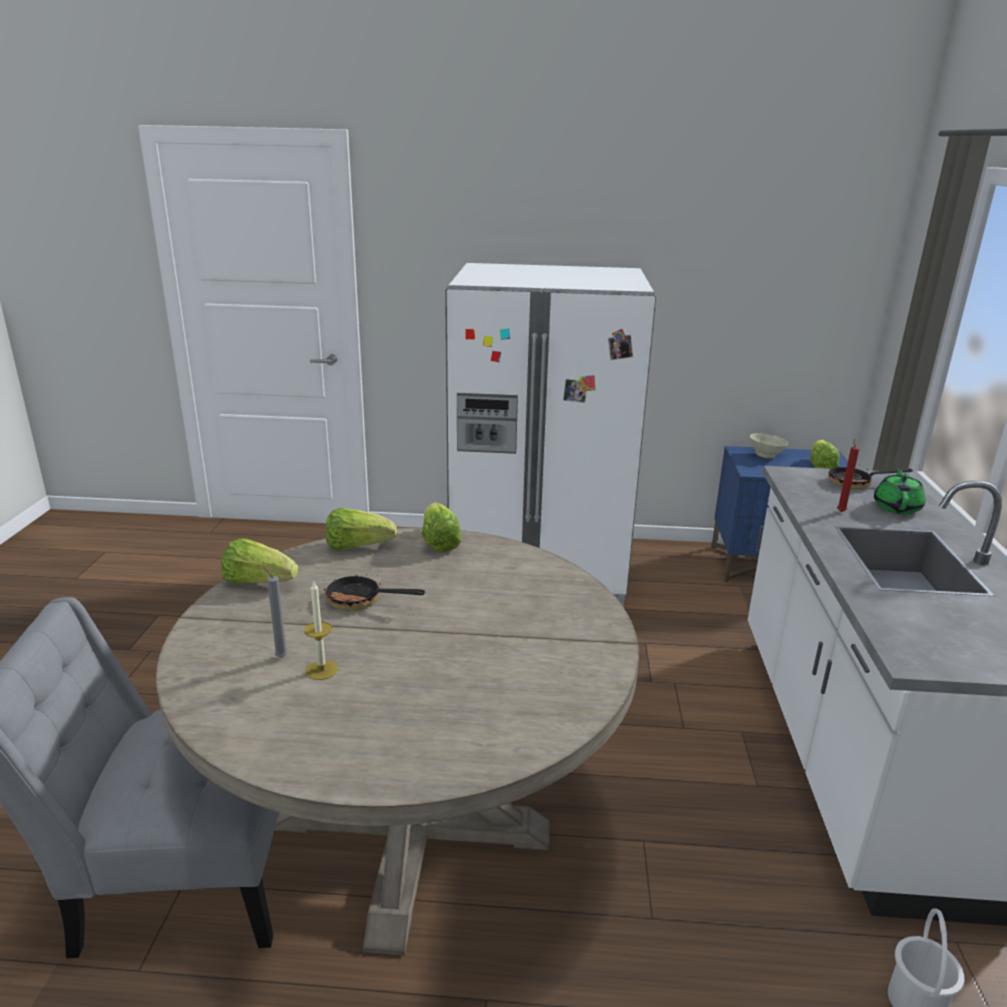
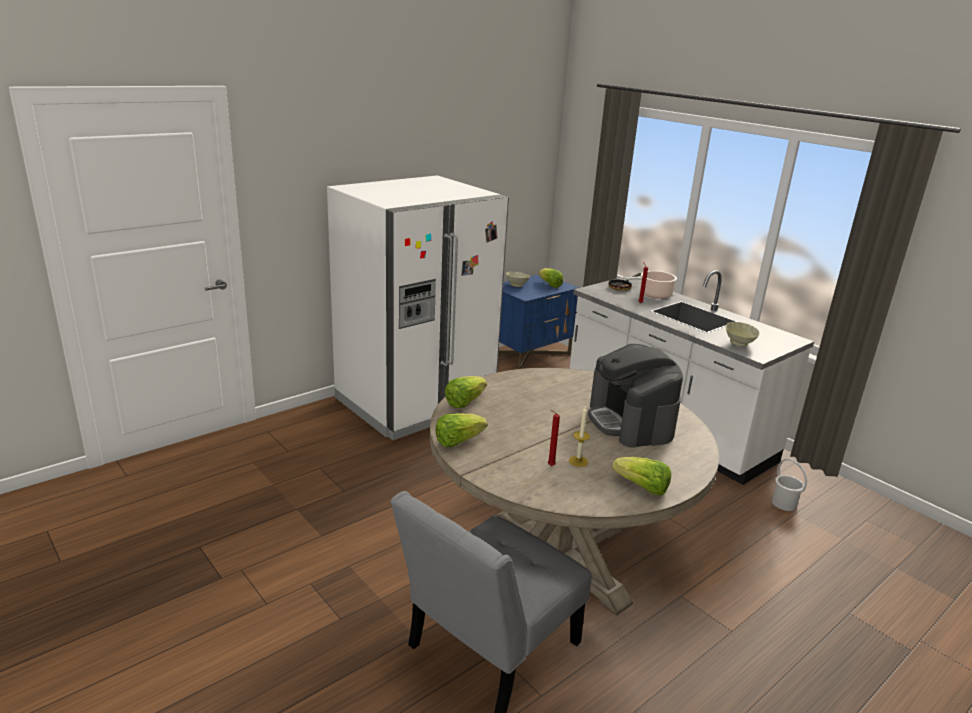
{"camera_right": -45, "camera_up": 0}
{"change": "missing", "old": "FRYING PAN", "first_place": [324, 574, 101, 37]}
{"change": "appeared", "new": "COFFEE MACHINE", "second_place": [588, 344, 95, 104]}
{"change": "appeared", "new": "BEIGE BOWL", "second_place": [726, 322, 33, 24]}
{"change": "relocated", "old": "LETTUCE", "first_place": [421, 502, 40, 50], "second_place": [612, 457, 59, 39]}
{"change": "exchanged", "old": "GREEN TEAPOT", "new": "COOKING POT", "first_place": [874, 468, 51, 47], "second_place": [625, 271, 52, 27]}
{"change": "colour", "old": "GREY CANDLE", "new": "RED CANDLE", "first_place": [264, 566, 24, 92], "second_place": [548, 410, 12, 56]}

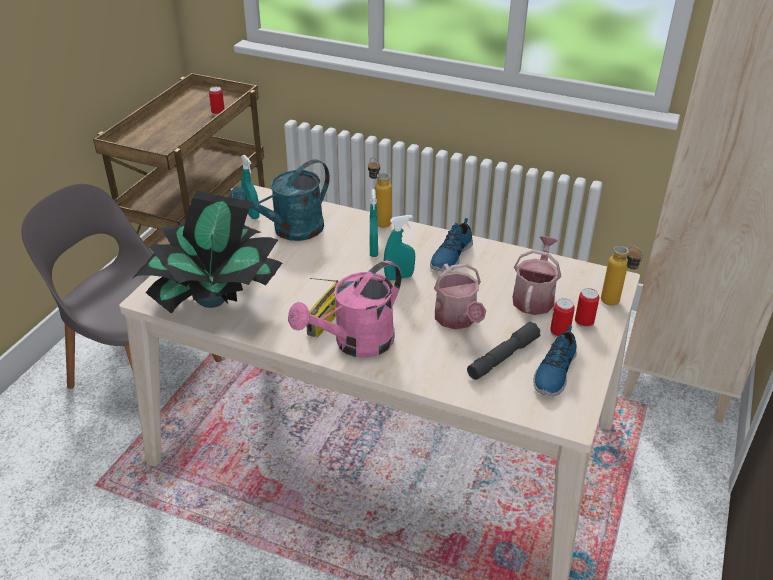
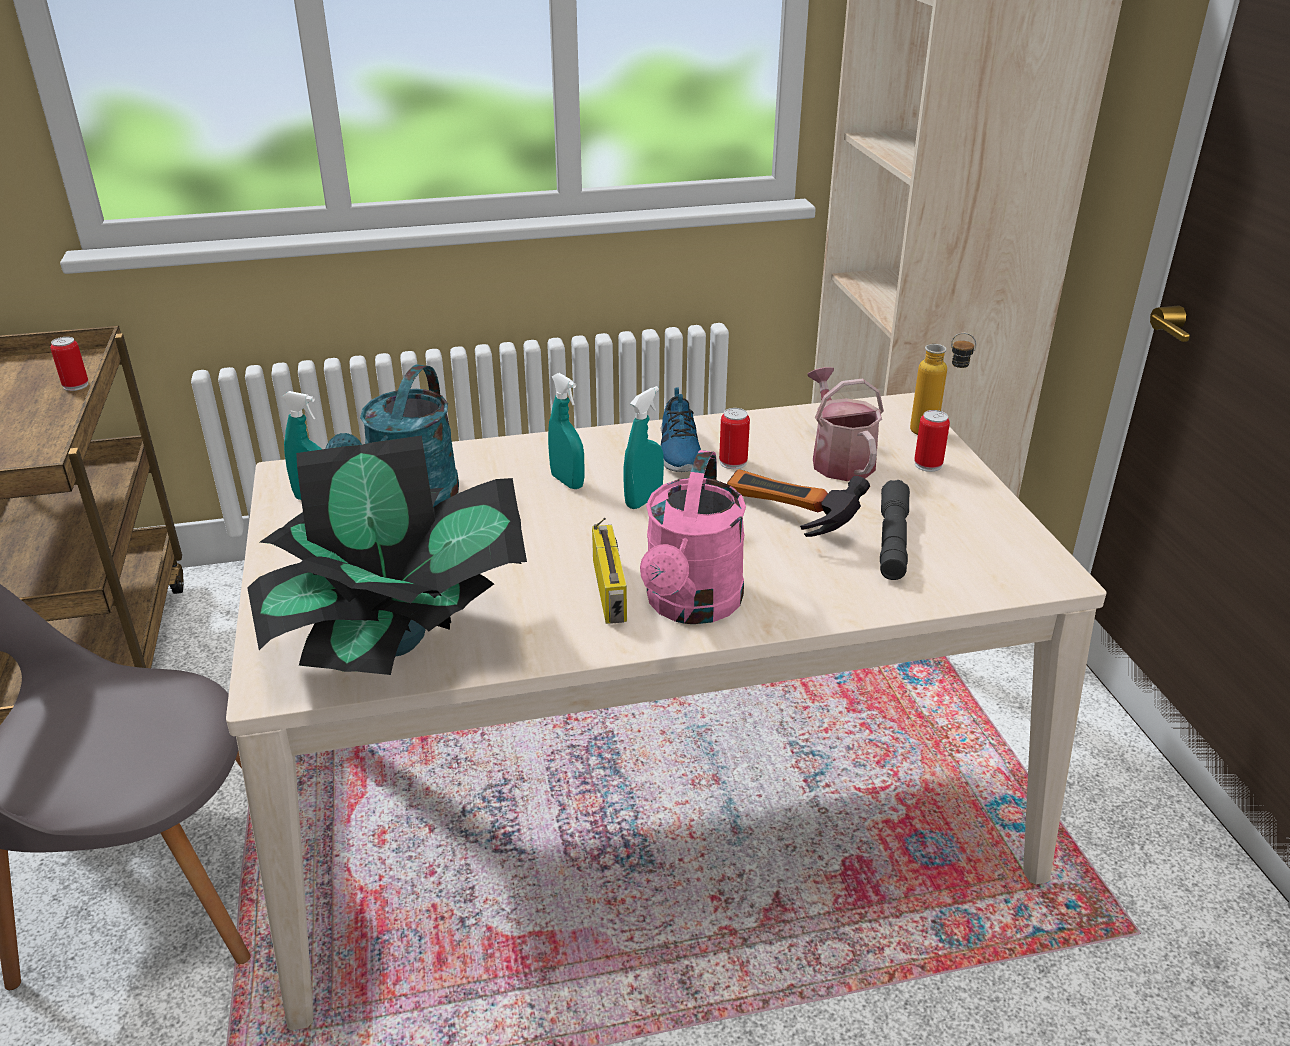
{"camera_right": -35, "camera_up": -5}
{"change": "missing", "old": "BOTTLE", "first_place": [368, 157, 24, 71]}
{"change": "missing", "old": "SHOE", "first_place": [533, 325, 44, 71]}
{"change": "relocated", "old": "CAN", "first_place": [550, 298, 25, 40], "second_place": [719, 408, 31, 61]}
{"change": "exchanged", "old": "WATERING CAN", "new": "HAMMER", "first_place": [434, 263, 52, 67], "second_place": [727, 469, 143, 68]}

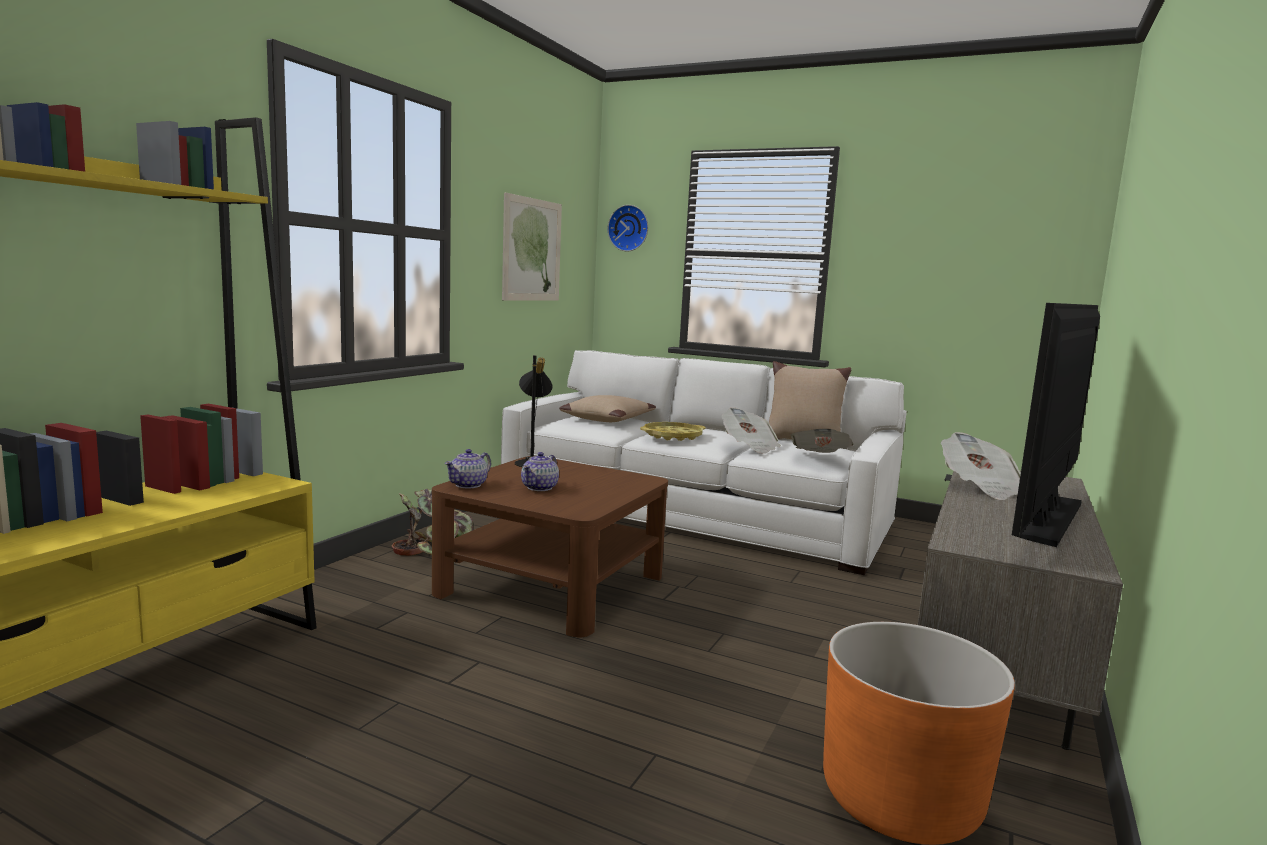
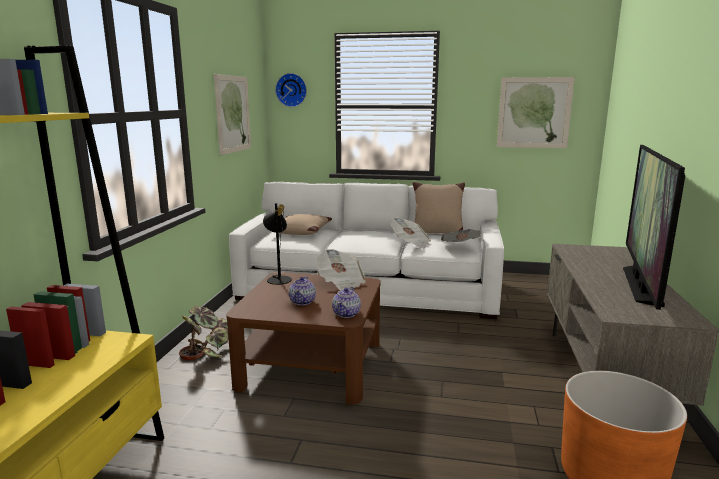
{"camera_right": -15, "camera_up": 5}
{"change": "missing", "old": "YELLOW TRAY", "first_place": [640, 422, 66, 19]}
{"change": "appeared", "new": "PICTURE", "second_place": [497, 77, 78, 71]}
{"change": "relocated", "old": "TEAPOT", "first_place": [445, 449, 46, 39], "second_place": [332, 287, 29, 31]}
{"change": "relocated", "old": "NEWSPAPER", "first_place": [941, 432, 80, 68], "second_place": [316, 249, 50, 41]}

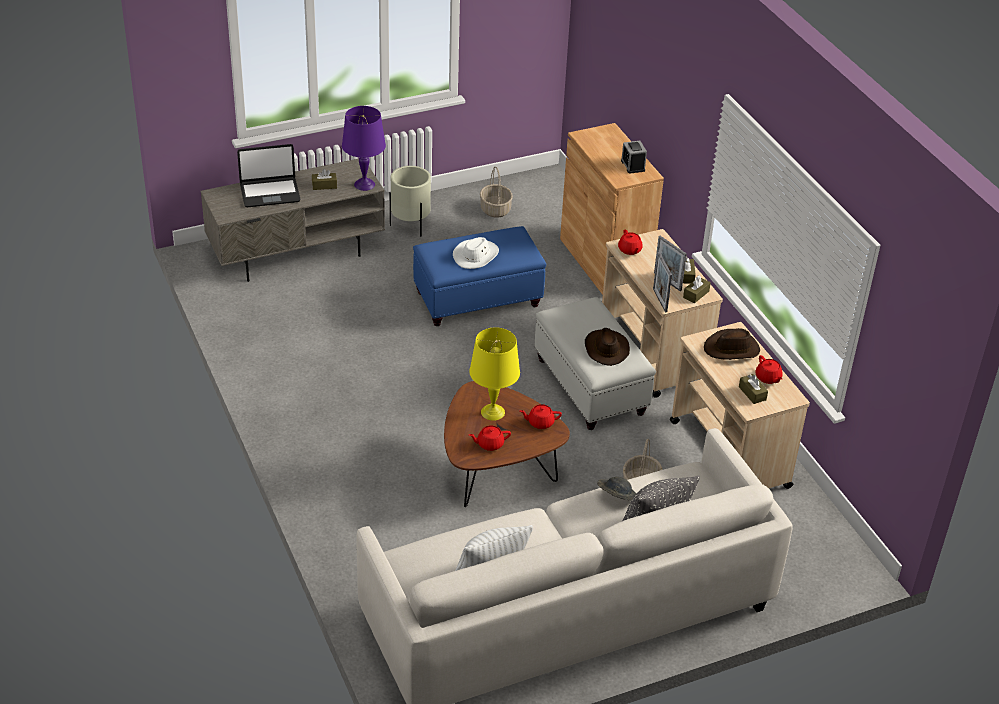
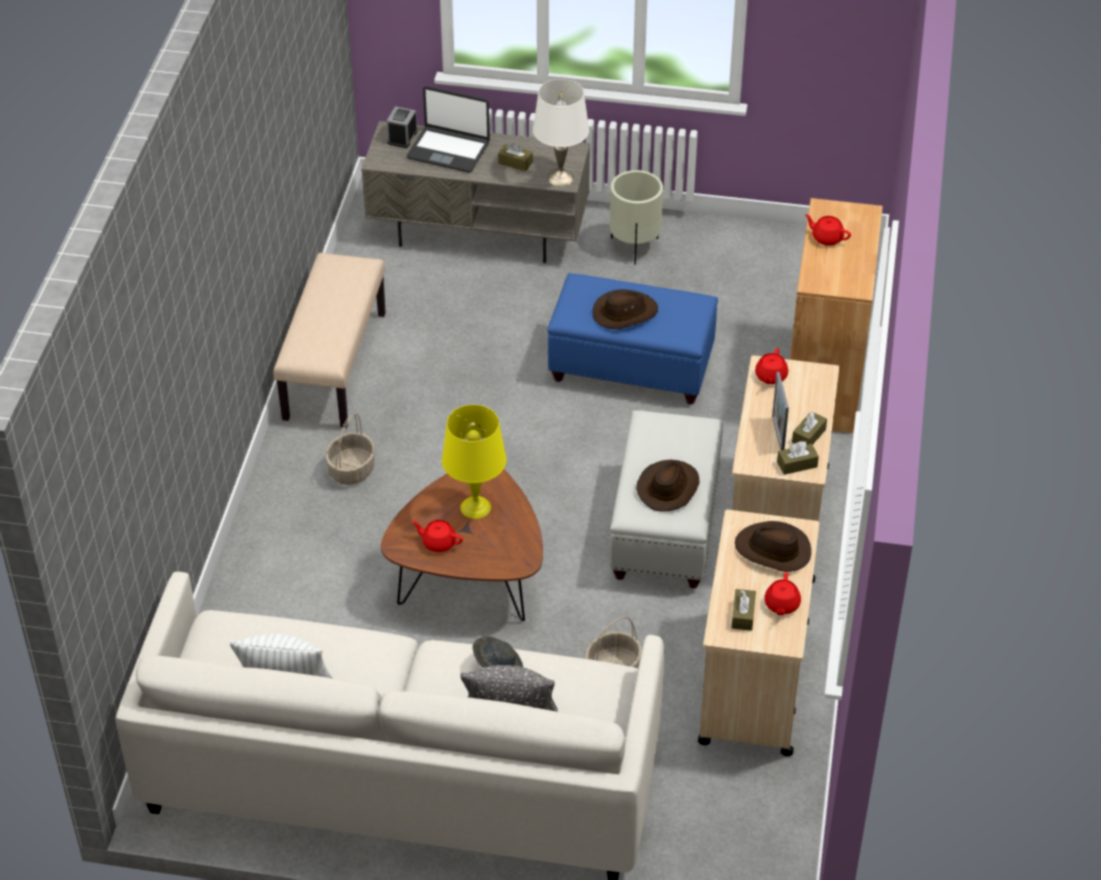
{"camera_right": 35, "camera_up": 5}
{"change": "missing", "old": "PICTURE FRAME", "first_place": [653, 252, 19, 60]}
{"change": "appeared", "new": "BEIGE BENCH", "second_place": [273, 253, 113, 175]}
{"change": "relocated", "old": "BASKET", "first_place": [480, 167, 33, 51], "second_place": [325, 413, 50, 72]}
{"change": "relocated", "old": "RED TEAPOT", "first_place": [519, 404, 43, 25], "second_place": [805, 214, 46, 32]}
{"change": "relocated", "old": "ALARM CLOCK", "first_place": [621, 141, 26, 33], "second_place": [387, 106, 30, 42]}
{"change": "colour", "old": "PURPLE TABLE LAMP", "new": "WHITE TABLE LAMP", "first_place": [342, 106, 44, 85], "second_place": [533, 79, 56, 107]}
{"change": "colour", "old": "WHITE HAT", "new": "BROWN HAT", "first_place": [453, 237, 46, 32], "second_place": [592, 289, 66, 40]}

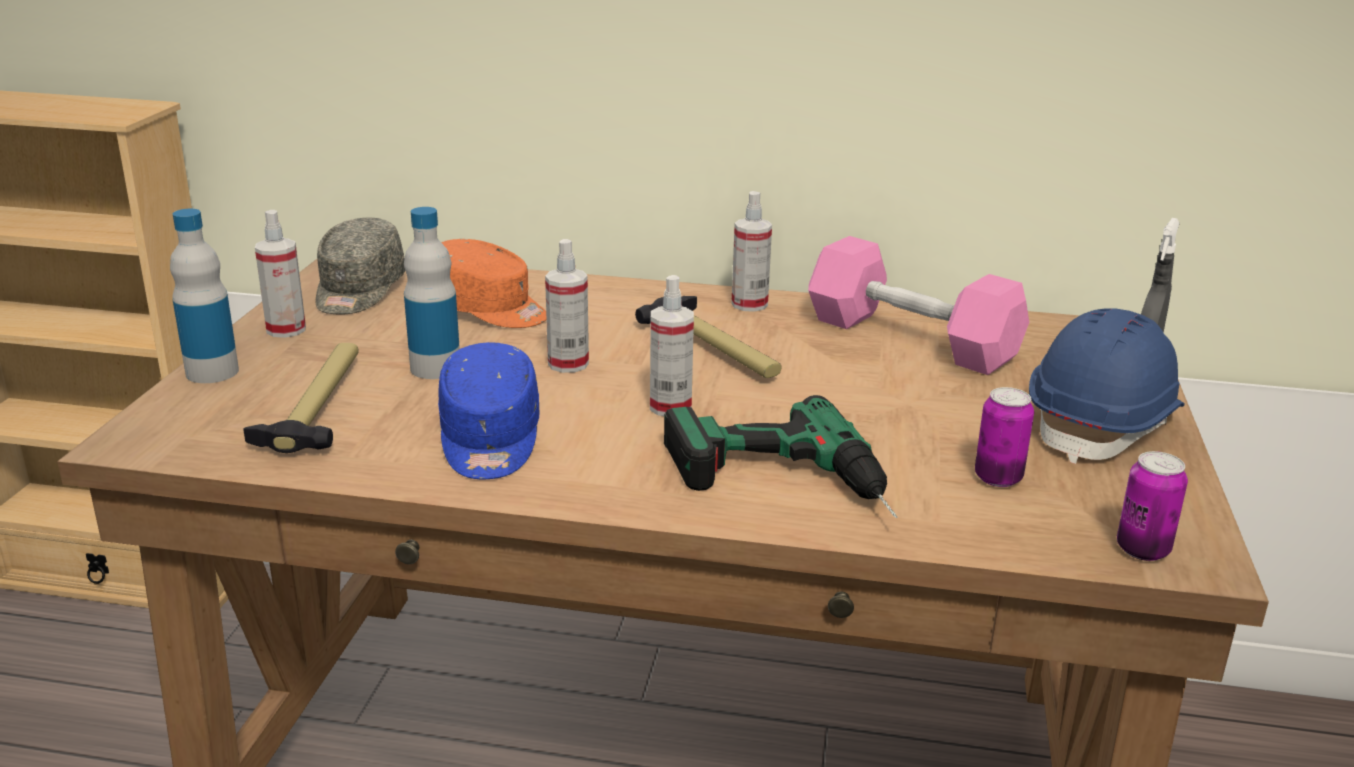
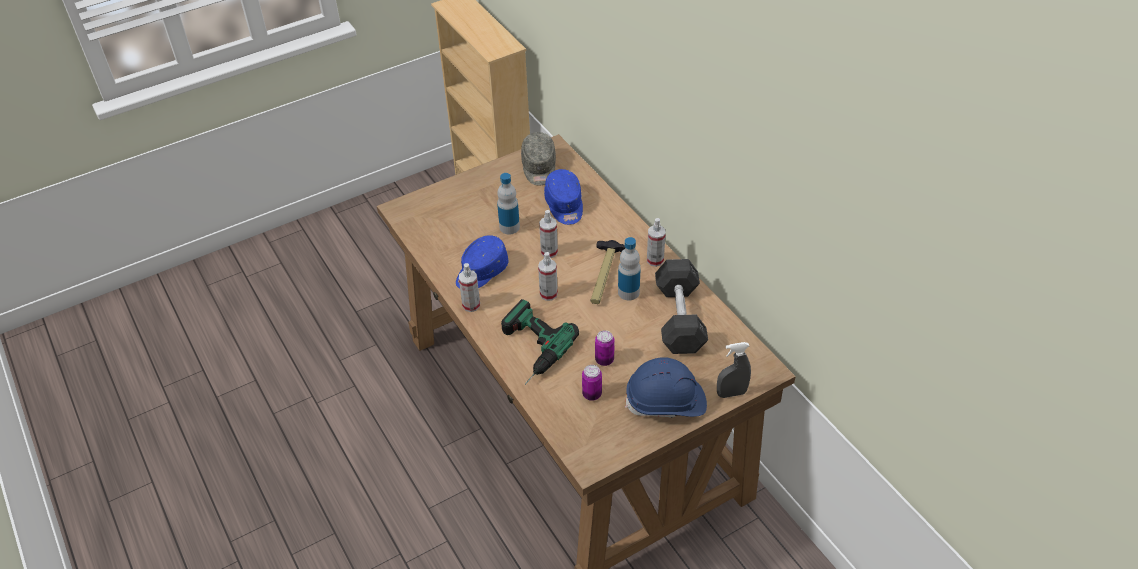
{"camera_right": 50, "camera_up": 20}
{"change": "missing", "old": "HAMMER", "first_place": [243, 343, 116, 110]}
{"change": "relocated", "old": "BOTTLE", "first_place": [170, 209, 69, 174], "second_place": [618, 237, 23, 63]}
{"change": "relocated", "old": "SPRAY BOTTLE", "first_place": [255, 210, 51, 128], "second_place": [459, 263, 21, 49]}
{"change": "relocated", "old": "CAN", "first_place": [1117, 451, 71, 110], "second_place": [595, 330, 20, 36]}
{"change": "colour", "old": "ORANGE CAP", "new": "BLUE CAP", "first_place": [441, 239, 106, 89], "second_place": [544, 169, 39, 56]}
{"change": "colour", "old": "PINK DUMBBELL", "new": "GREY DUMBBELL", "first_place": [808, 236, 221, 139], "second_place": [655, 259, 53, 95]}
{"change": "spun", "old": "GREY CAP", "first_place": [316, 218, 89, 96], "second_place": [521, 132, 35, 53], "degrees": -60}

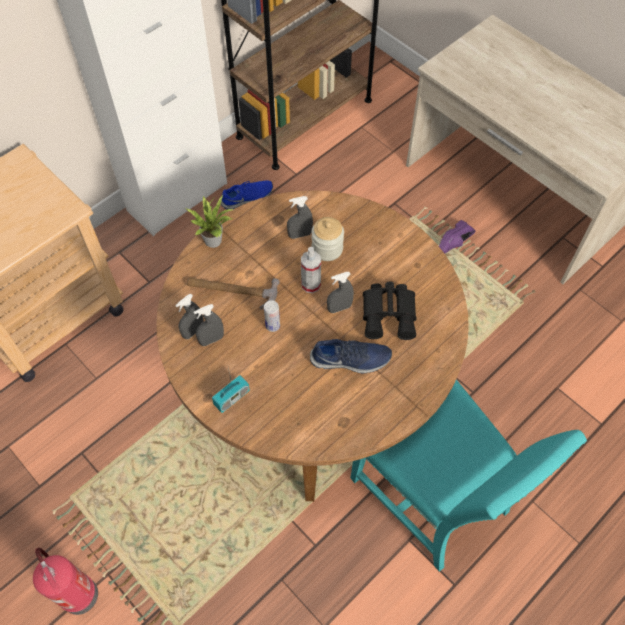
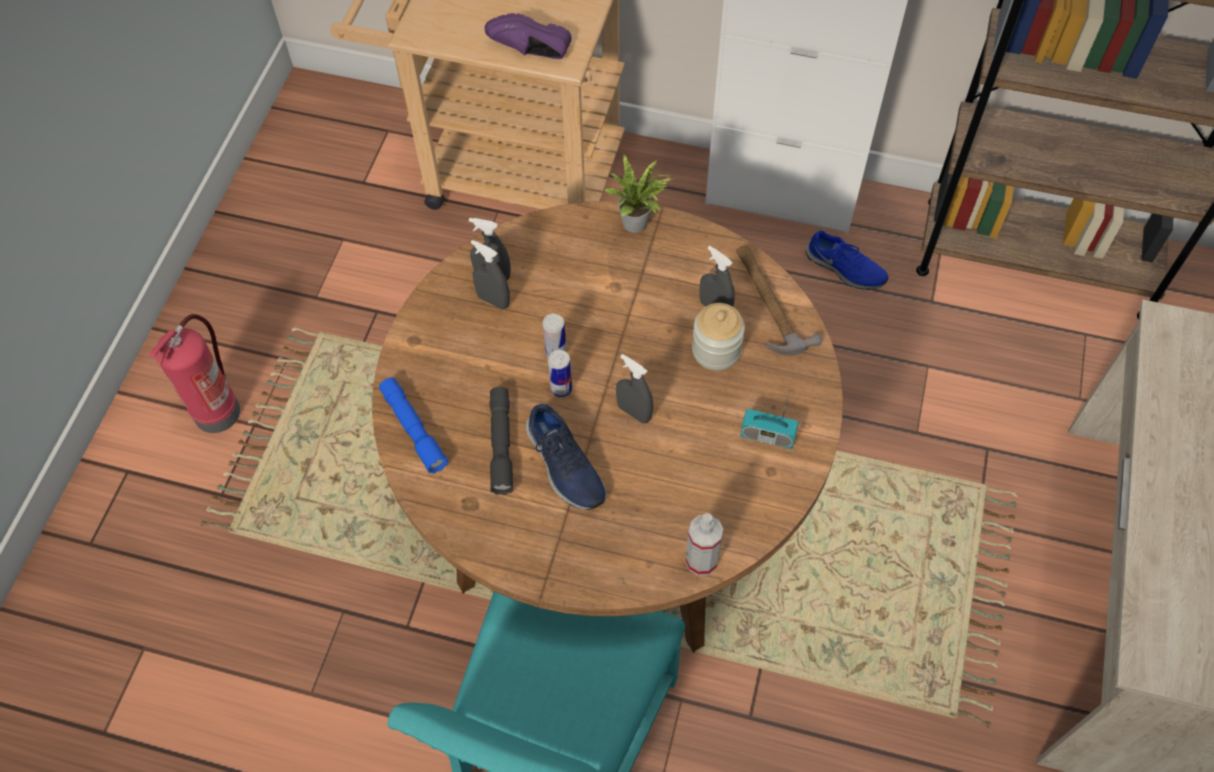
{"camera_right": 60, "camera_up": 0}
{"change": "missing", "old": "BLACK BINOCULARS", "first_place": [363, 282, 54, 58]}
{"change": "appeared", "new": "BLUE FLASHLIGHT", "second_place": [379, 378, 69, 96]}
{"change": "appeared", "new": "GREY FLASHLIGHT", "second_place": [490, 387, 23, 108]}
{"change": "appeared", "new": "CAN", "second_place": [548, 350, 24, 48]}
{"change": "relocated", "old": "HAMMER", "first_place": [187, 277, 93, 33], "second_place": [737, 245, 85, 111]}
{"change": "relocated", "old": "RADIO", "first_place": [212, 368, 37, 45], "second_place": [740, 392, 59, 57]}
{"change": "relocated", "old": "SPRAY BOTTLE", "first_place": [301, 247, 20, 46], "second_place": [685, 513, 38, 63]}
{"change": "relocated", "old": "PURPLE SHOE", "first_place": [439, 220, 37, 34], "second_place": [485, 13, 87, 46]}

